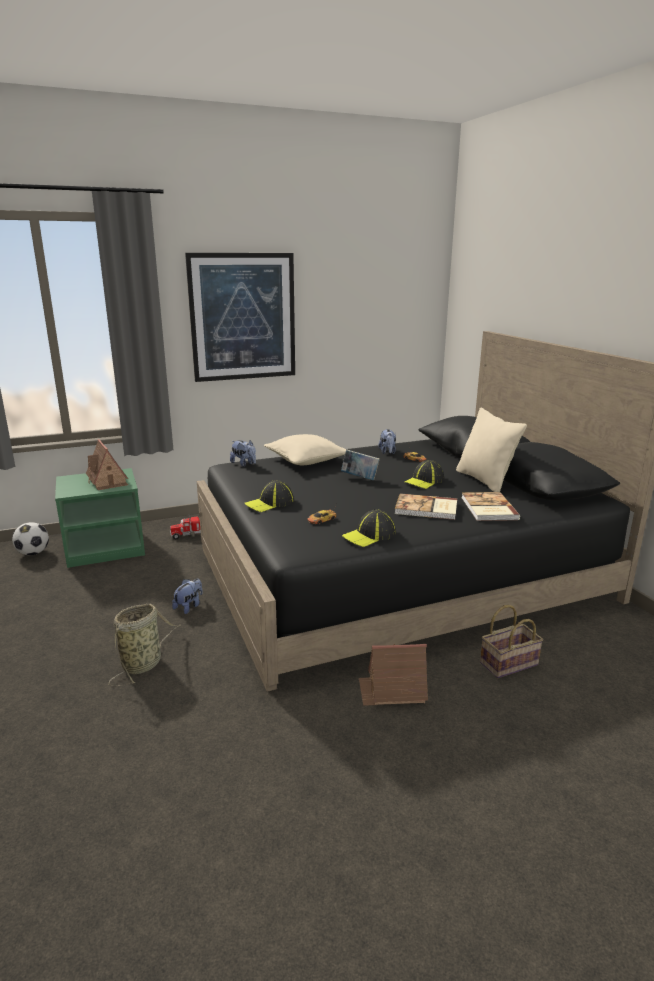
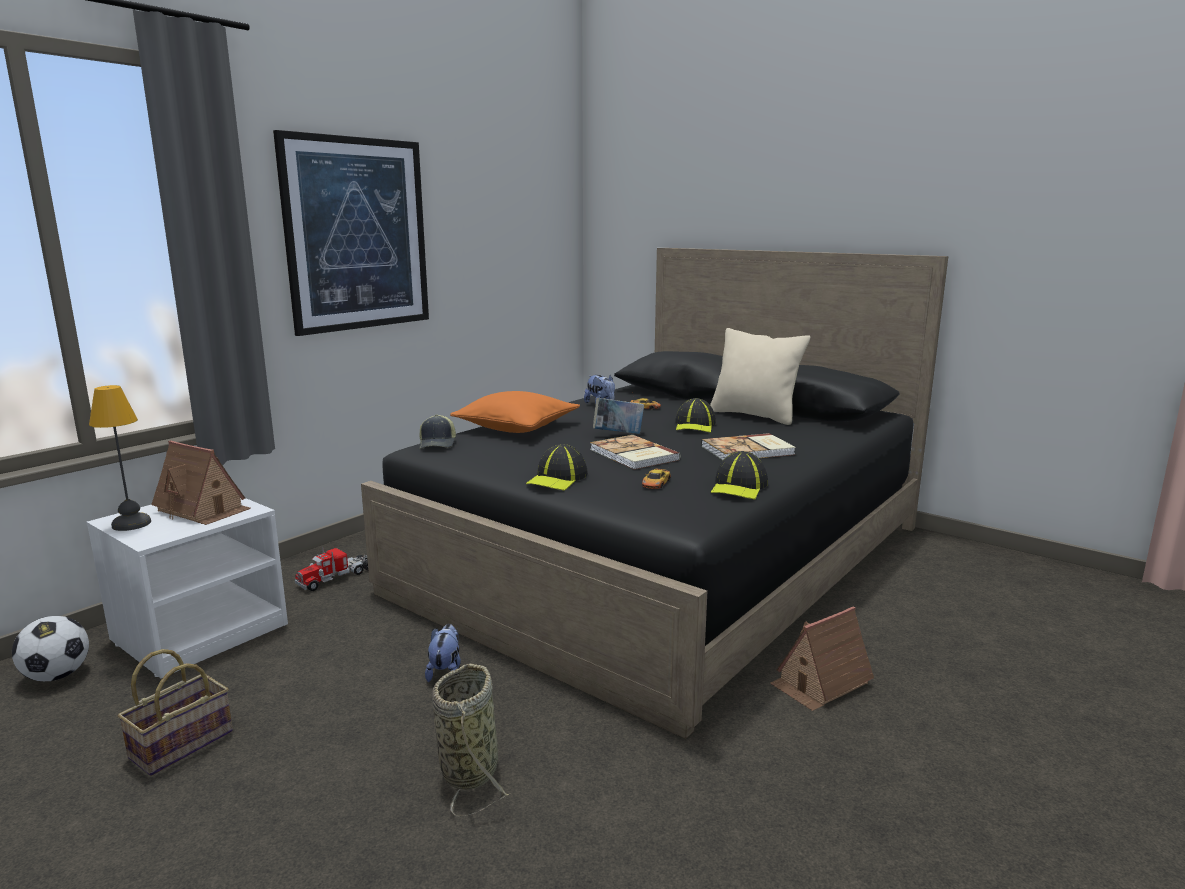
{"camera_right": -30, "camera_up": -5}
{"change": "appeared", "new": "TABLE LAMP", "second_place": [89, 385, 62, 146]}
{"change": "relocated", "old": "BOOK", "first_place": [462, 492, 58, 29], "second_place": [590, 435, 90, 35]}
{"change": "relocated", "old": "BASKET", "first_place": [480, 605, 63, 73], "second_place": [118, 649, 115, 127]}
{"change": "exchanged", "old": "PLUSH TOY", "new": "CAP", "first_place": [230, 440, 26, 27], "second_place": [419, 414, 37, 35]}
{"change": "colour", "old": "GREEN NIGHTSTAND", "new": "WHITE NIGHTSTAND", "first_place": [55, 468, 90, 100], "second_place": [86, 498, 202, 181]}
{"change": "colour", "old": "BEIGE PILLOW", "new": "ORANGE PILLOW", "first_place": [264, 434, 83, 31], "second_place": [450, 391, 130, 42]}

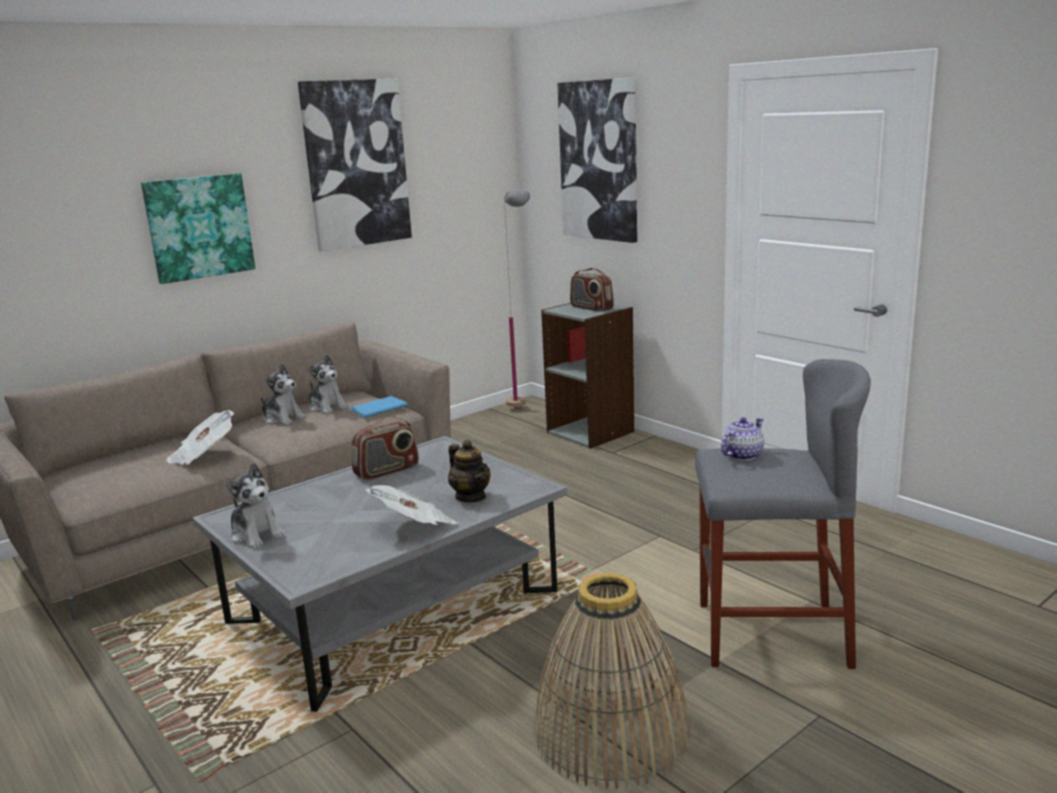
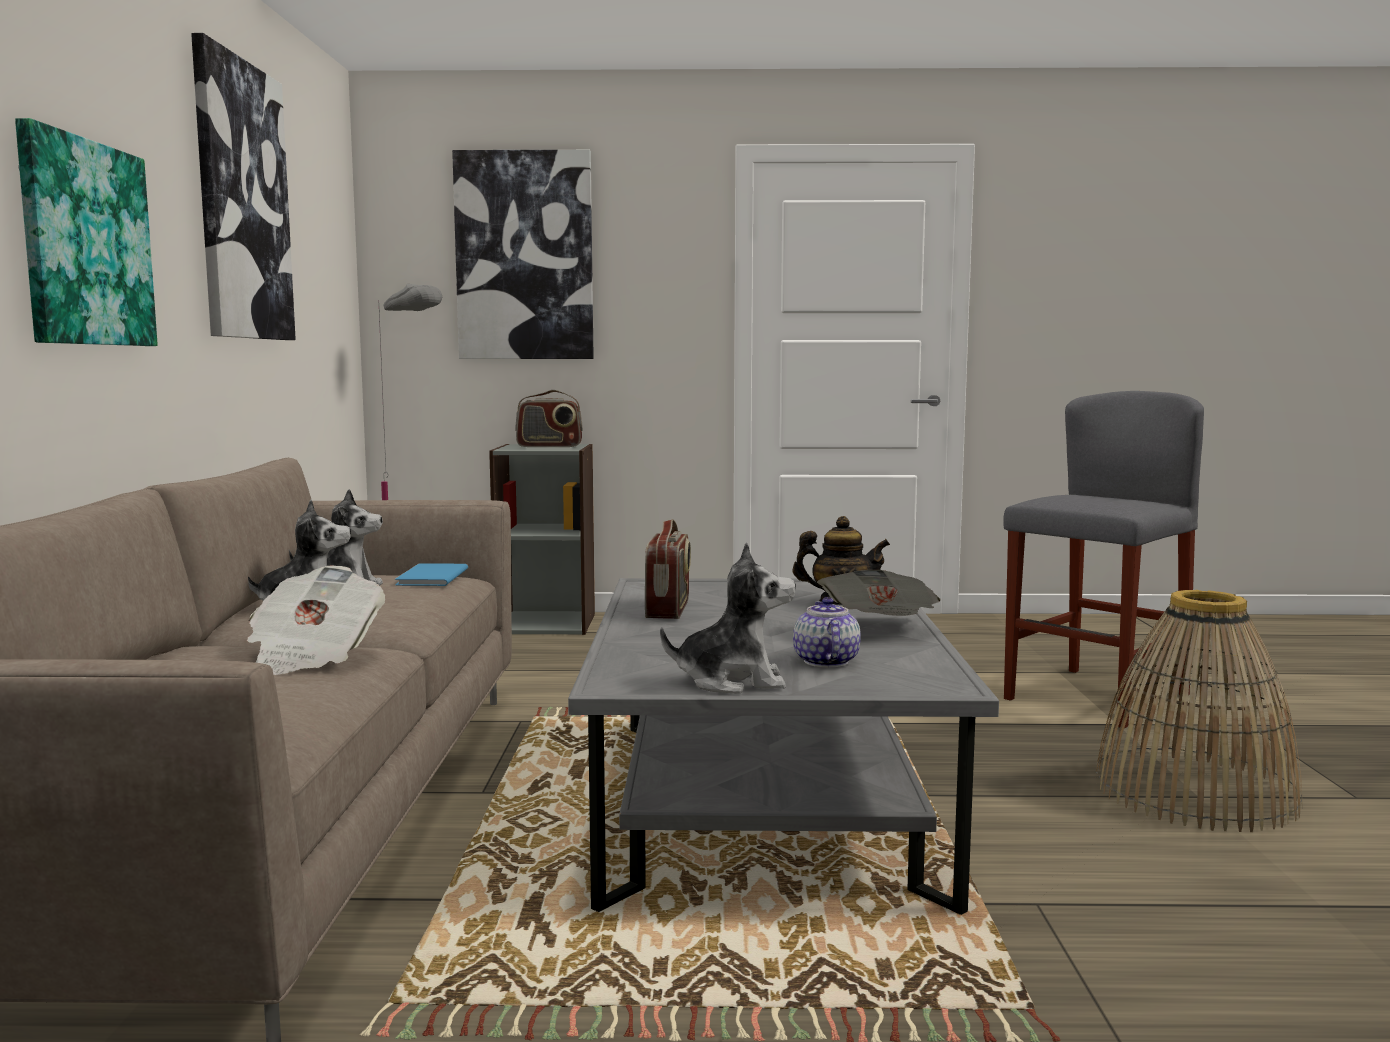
{"camera_right": -50, "camera_up": -10}
{"change": "relocated", "old": "TEAPOT", "first_place": [721, 417, 43, 43], "second_place": [793, 597, 68, 70]}

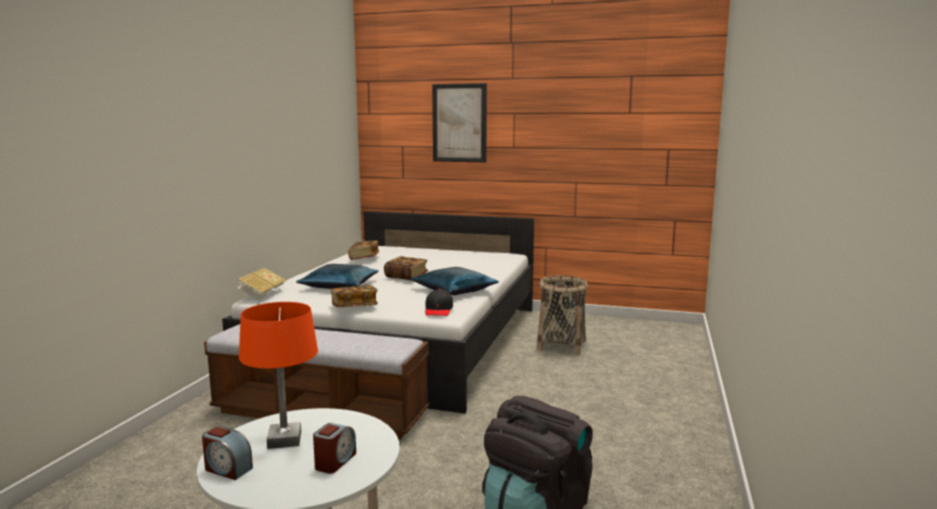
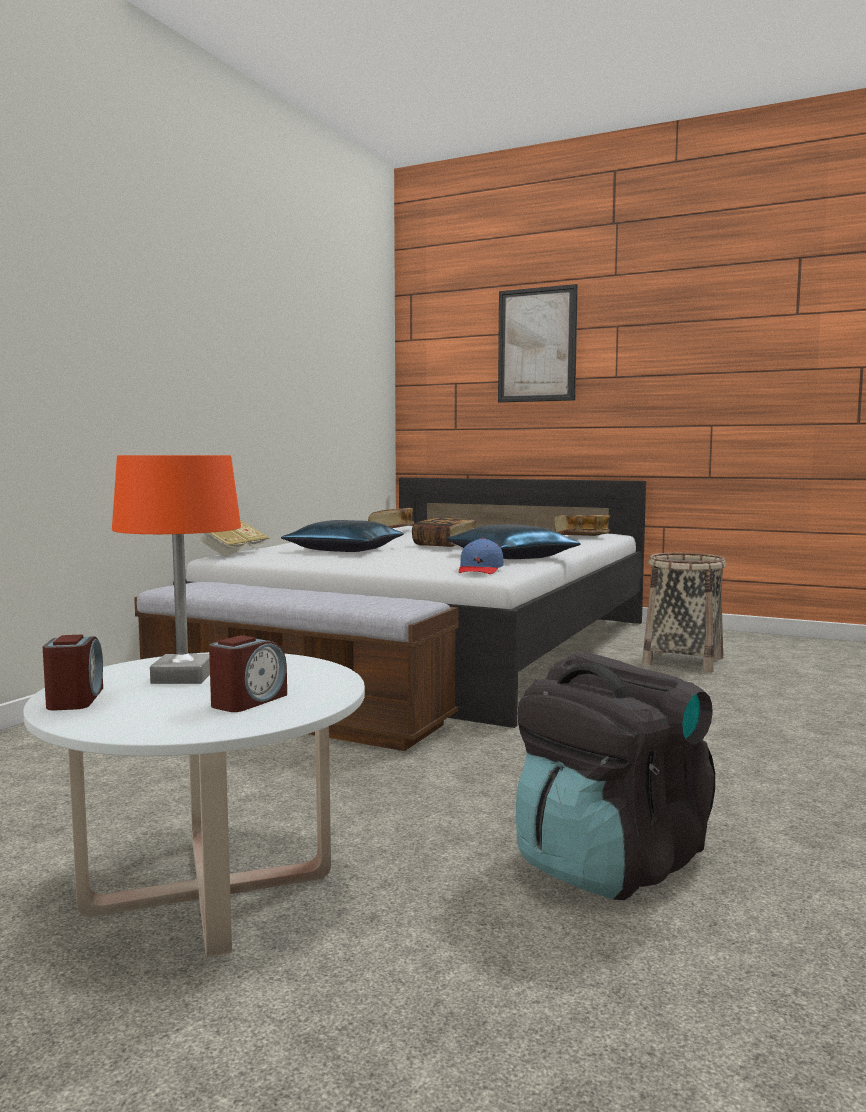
{"camera_right": 10, "camera_up": -5}
{"change": "relocated", "old": "BOOK", "first_place": [331, 285, 47, 22], "second_place": [554, 515, 57, 21]}
{"change": "colour", "old": "BLACK CAP", "new": "BLUE CAP", "first_place": [425, 289, 28, 27], "second_place": [459, 538, 45, 36]}
{"change": "spun", "old": "ALARM CLOCK", "first_place": [202, 426, 51, 54], "second_place": [43, 635, 60, 75], "degrees": -135}

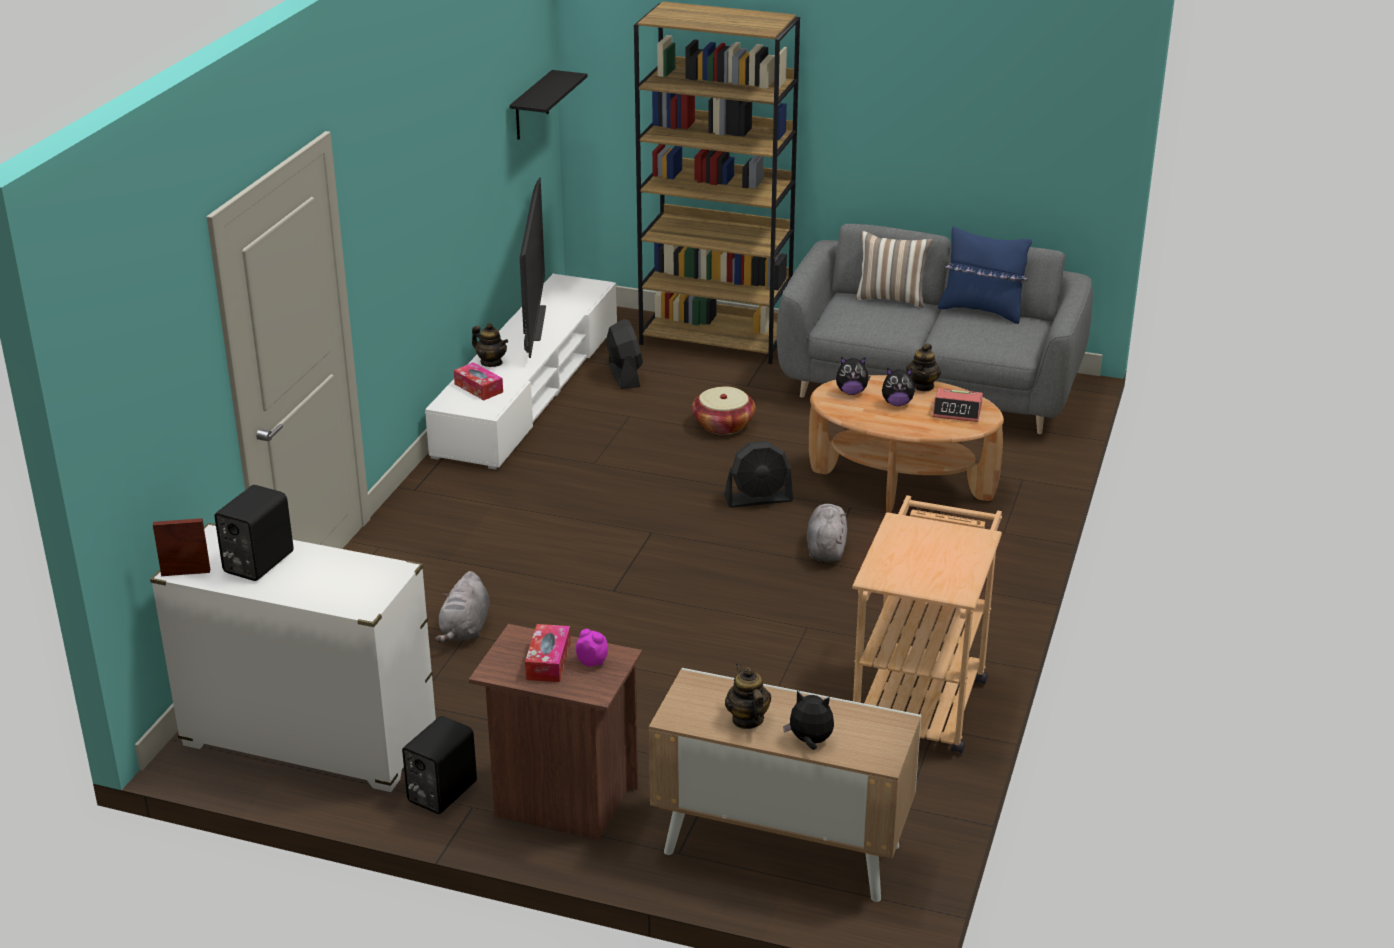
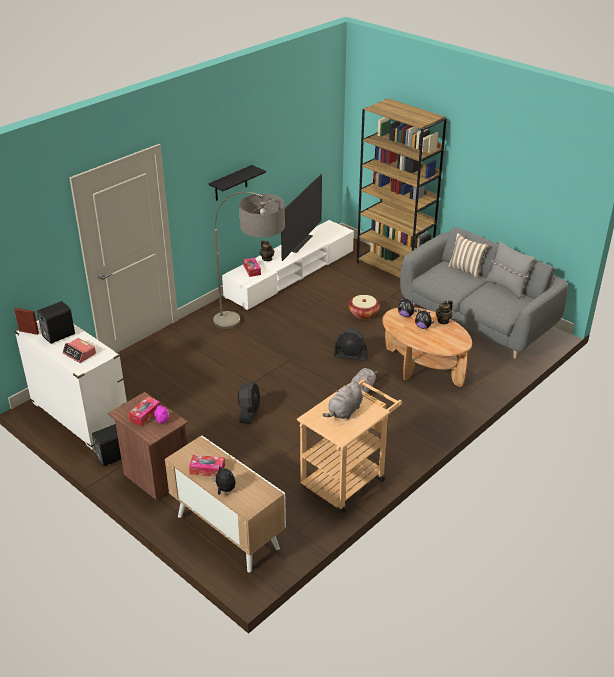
{"camera_right": 25, "camera_up": 5}
{"change": "appeared", "new": "FLOOR LAMP", "second_place": [213, 192, 72, 137]}
{"change": "relocated", "old": "GREY PLUSH TOY", "first_place": [435, 571, 55, 72], "second_place": [322, 381, 41, 38]}
{"change": "relocated", "old": "BLACK SHELF", "first_place": [509, 70, 79, 70], "second_place": [209, 165, 57, 36]}
{"change": "relocated", "old": "BLACK FAN", "first_place": [606, 319, 37, 70], "second_place": [237, 382, 23, 42]}
{"change": "relocated", "old": "ALARM CLOCK", "first_place": [932, 388, 51, 34], "second_place": [62, 338, 34, 25]}
{"change": "exchanged", "old": "TEAPOT", "new": "TISSUE BOX", "first_place": [725, 663, 46, 66], "second_place": [189, 455, 36, 22]}
{"change": "colour", "old": "BLUE PILLOW", "new": "GREY PILLOW", "first_place": [938, 226, 94, 98], "second_place": [485, 241, 50, 58]}

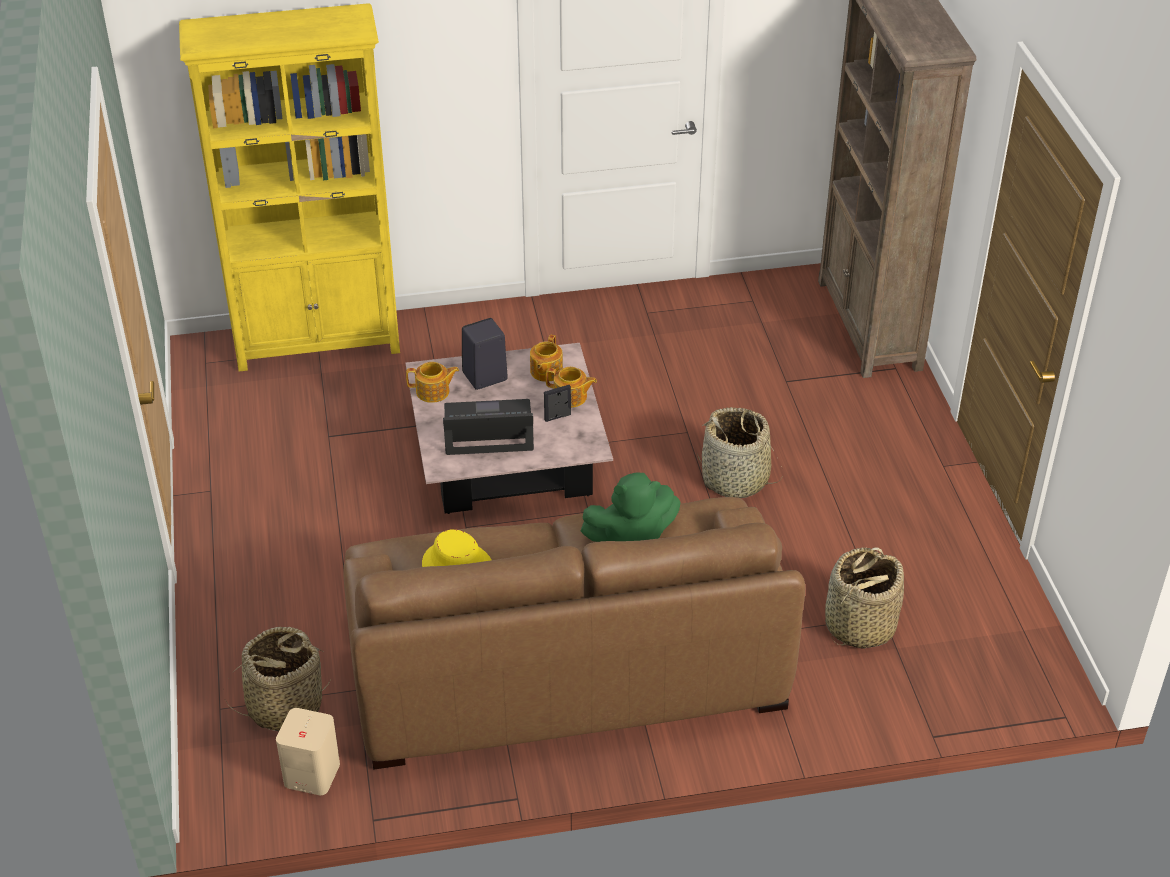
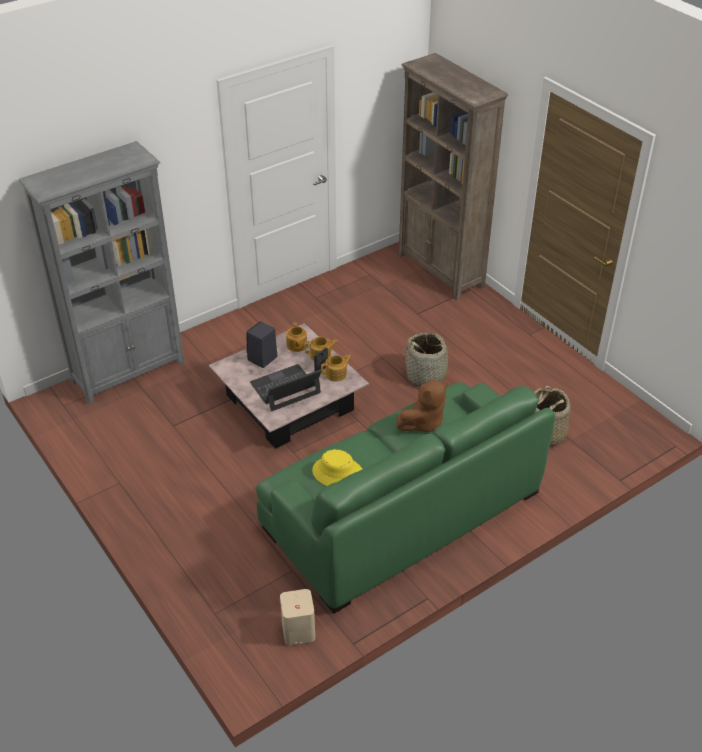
{"camera_right": -25, "camera_up": 0}
{"change": "missing", "old": "BASKET", "first_place": [224, 627, 107, 104]}
{"change": "relocated", "old": "TEAPOT", "first_place": [406, 362, 53, 41], "second_place": [321, 354, 31, 28]}
{"change": "colour", "old": "YELLOW BOOKCASE", "new": "GREY BOOKCASE", "first_place": [179, 3, 221, 369], "second_place": [18, 141, 167, 263]}
{"change": "colour", "old": "BROWN SOFA", "new": "GREEN SOFA", "first_place": [344, 497, 461, 273], "second_place": [256, 382, 299, 232]}
{"change": "colour", "old": "GREEN PLUSH TOY", "new": "BROWN PLUSH TOY", "first_place": [580, 473, 101, 69], "second_place": [397, 380, 51, 52]}

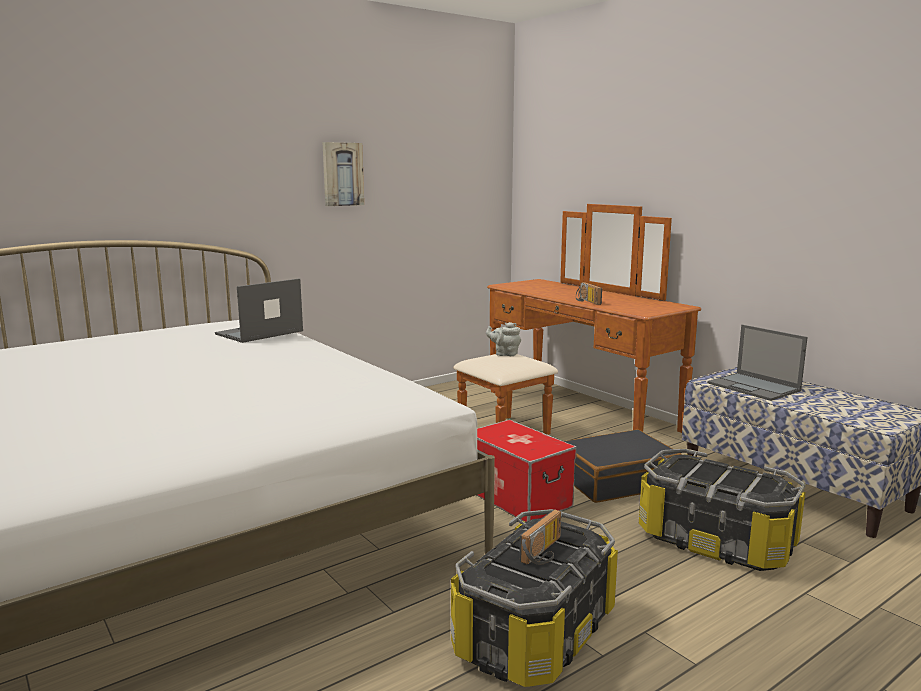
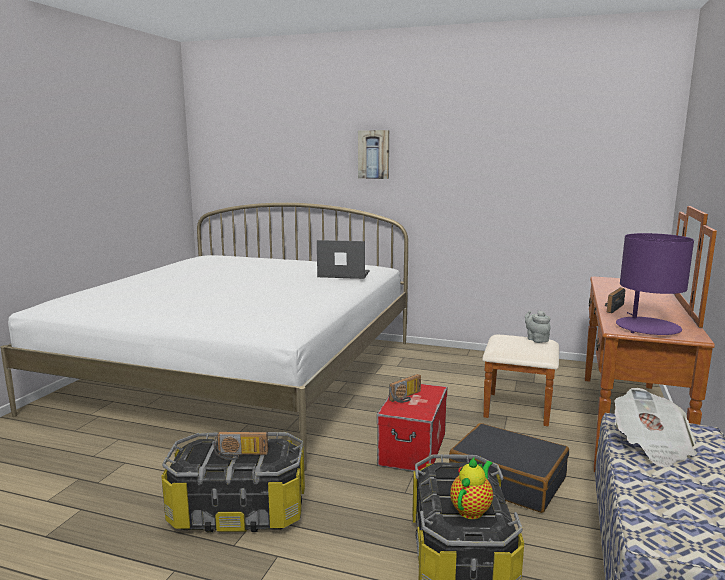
{"camera_right": 55, "camera_up": 0}
{"change": "appeared", "new": "RADIO", "second_place": [389, 374, 32, 29]}
{"change": "appeared", "new": "TEAPOT", "second_place": [450, 457, 43, 62]}
{"change": "appeared", "new": "PURPLE TABLE LAMP", "second_place": [616, 233, 78, 102]}
{"change": "relocated", "old": "PICTURE", "first_place": [323, 142, 41, 64], "second_place": [358, 130, 31, 49]}
{"change": "exchanged", "old": "LAPTOP", "new": "NEWSPAPER", "first_place": [707, 325, 101, 76], "second_place": [614, 388, 83, 79]}

